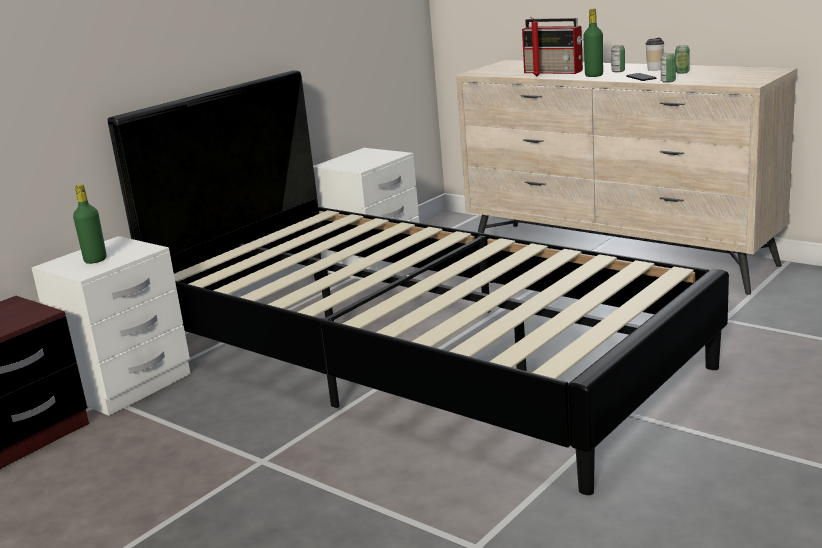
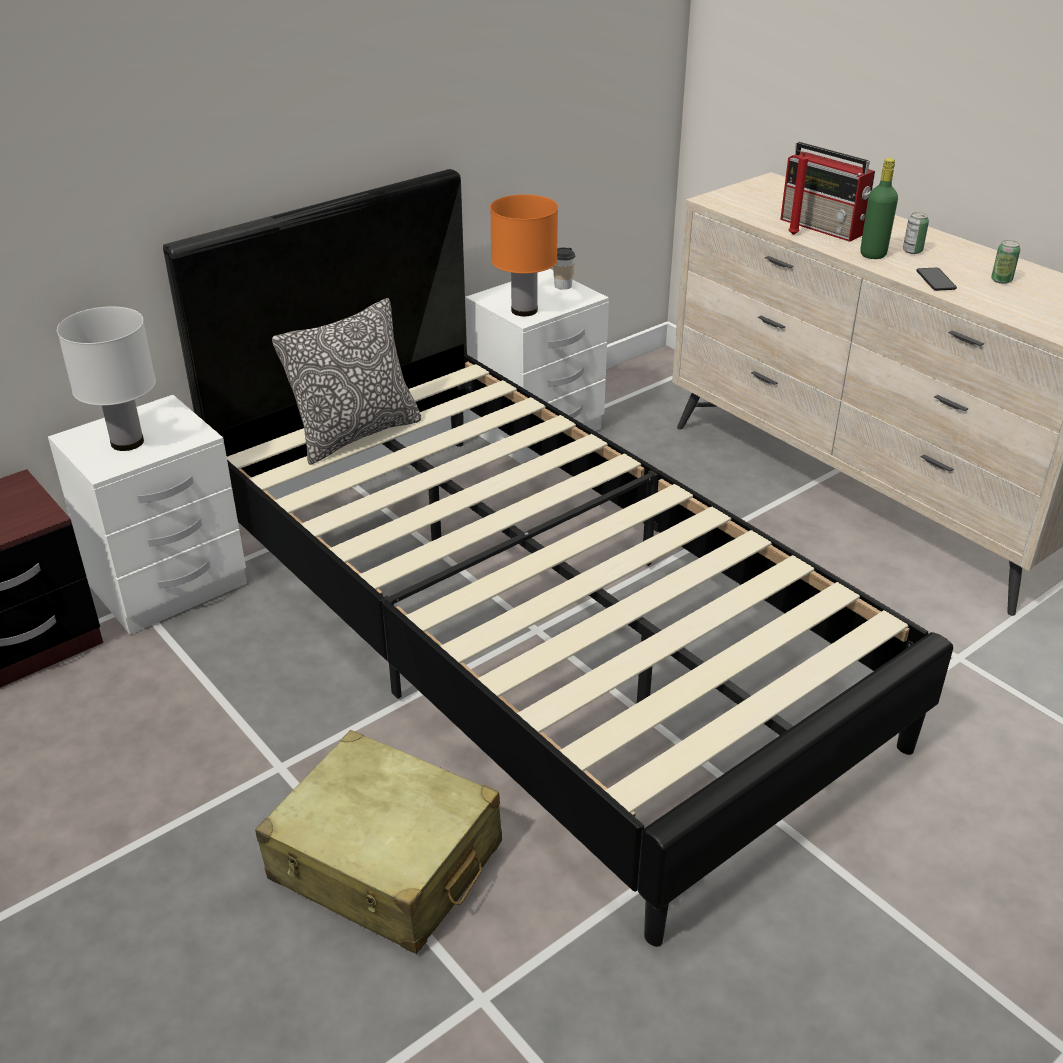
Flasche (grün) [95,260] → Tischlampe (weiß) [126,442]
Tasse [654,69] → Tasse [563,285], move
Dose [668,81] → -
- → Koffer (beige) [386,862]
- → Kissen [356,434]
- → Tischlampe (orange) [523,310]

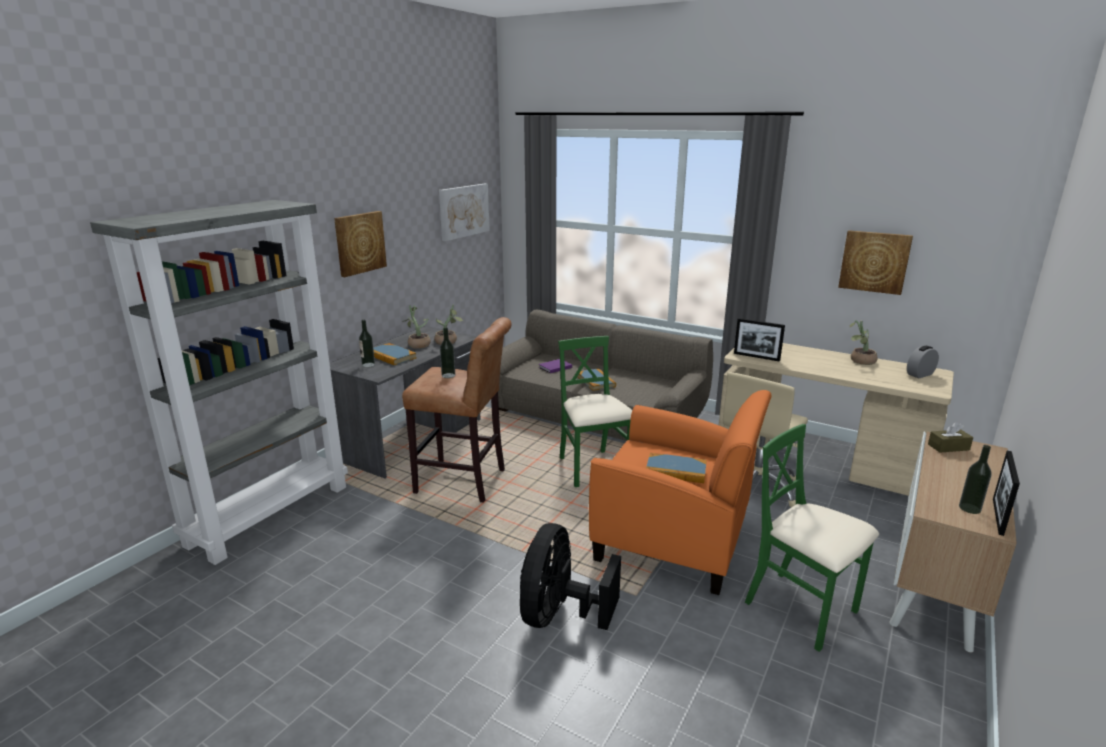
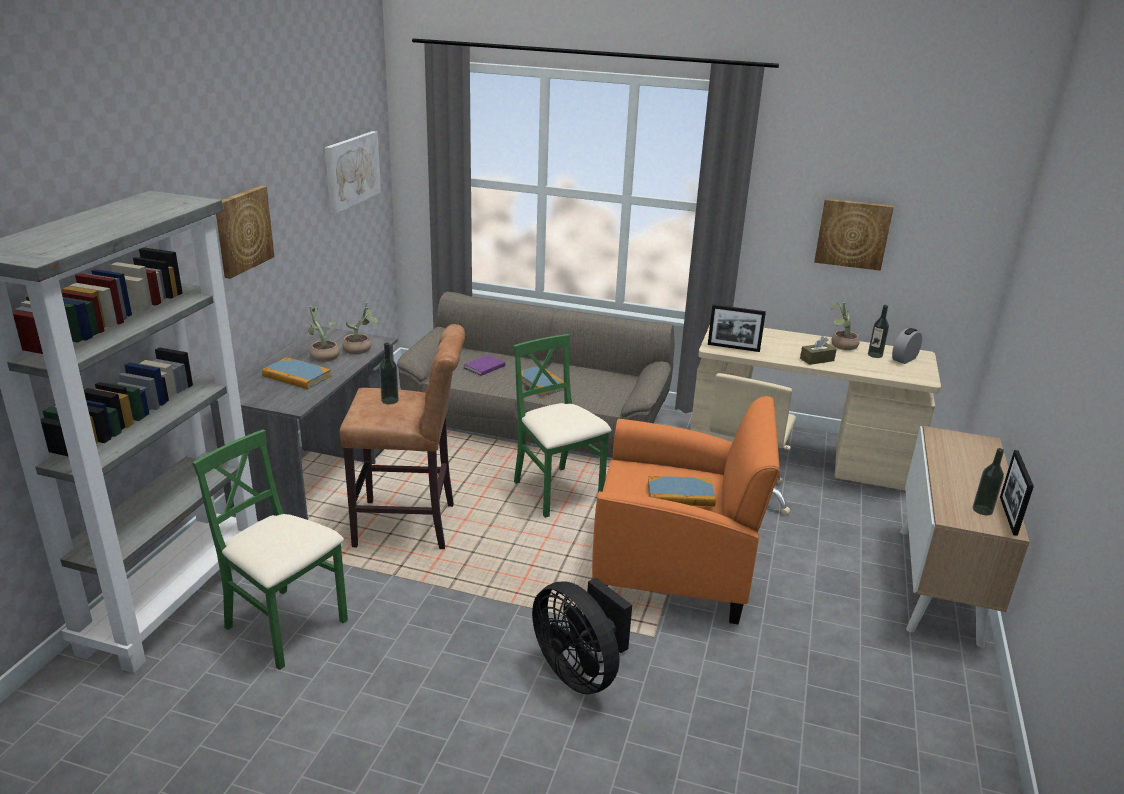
Flasche [368,365] → Flasche [875,355], move
Ventilator (schwarz) [559,615] → Ventilator (schwarz) [580,671], 45 degrees counterclockwise
Stuhl (grün) [801,608] → Stuhl (grün) [286,626], move
Taschentuchbox (braun) [948,447] → Taschentuchbox (braun) [817,359], move

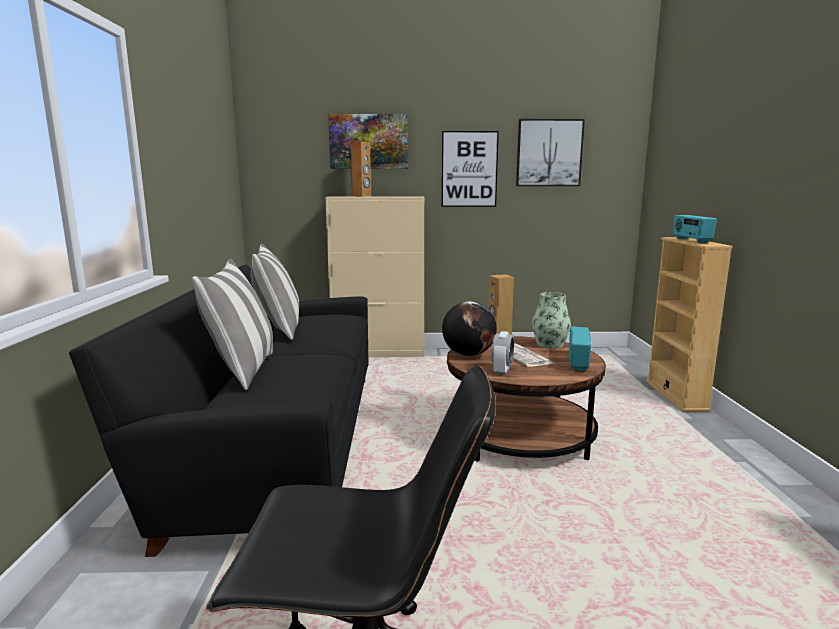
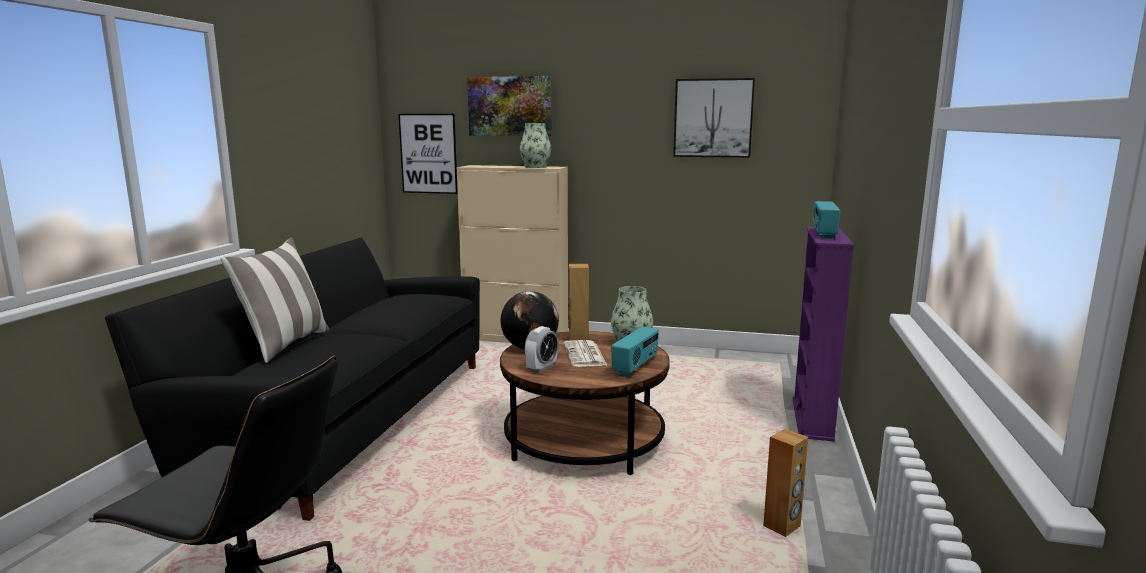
Kissen [278,329] → -
Lautsprecher (braun) [361,196] → Lautsprecher (braun) [782,528], move
Bild [469,169] → Bild [428,153], move
Bücherregal (beige) [676,395] → Bücherregal (lila) [812,419]
- → Vase [535,167]

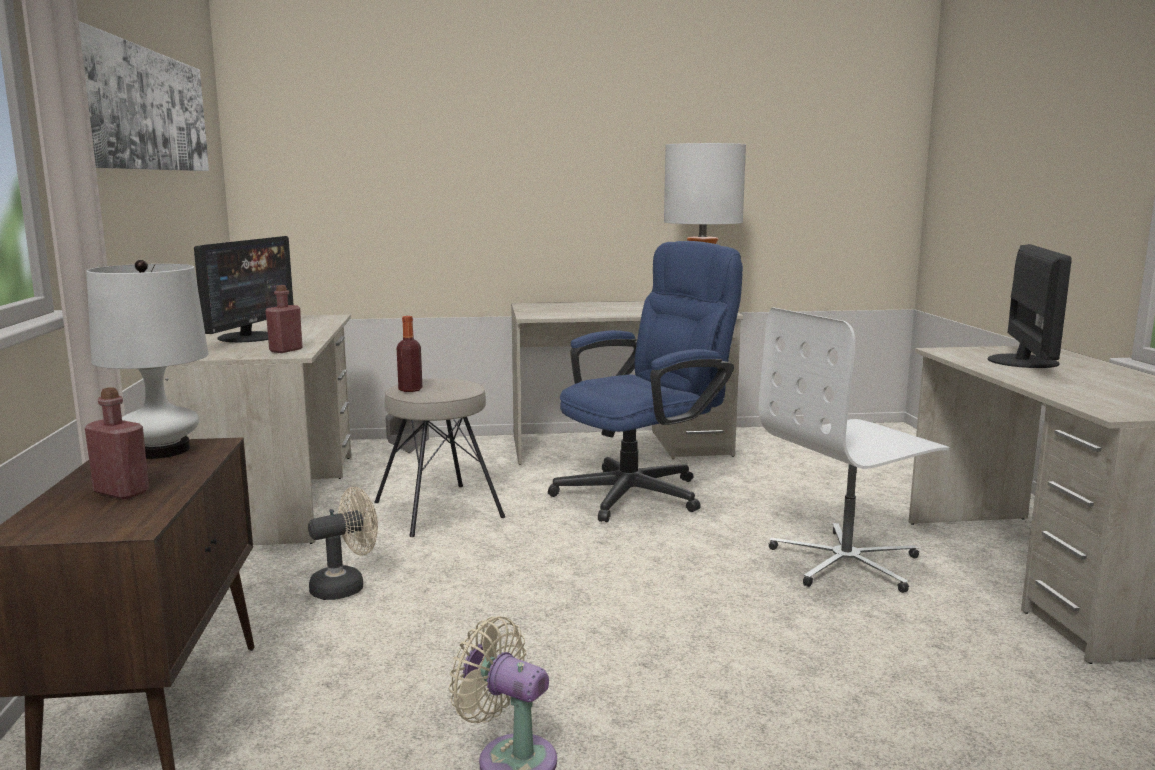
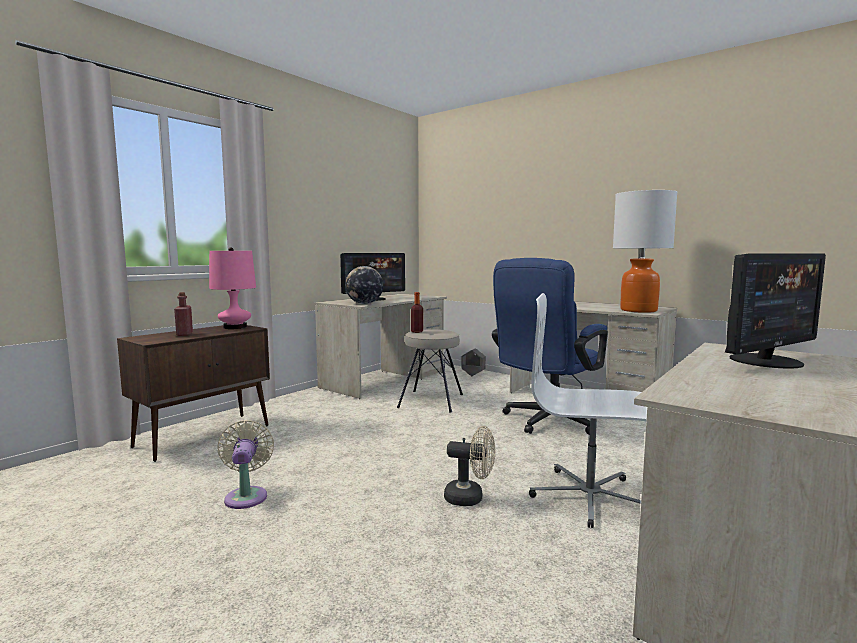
Bild [144,109] → -
Tischlampe (weiß) [161,450] → Tischlampe (rosa) [235,327]
Flasche (rot) [286,350] → Globus [364,303]
Ventilator (beige) [346,586] → Ventilator (beige) [470,498], move
Bürostuhl (blau) [643,492] → Bürostuhl (blau) [547,422], 120 degrees clockwise

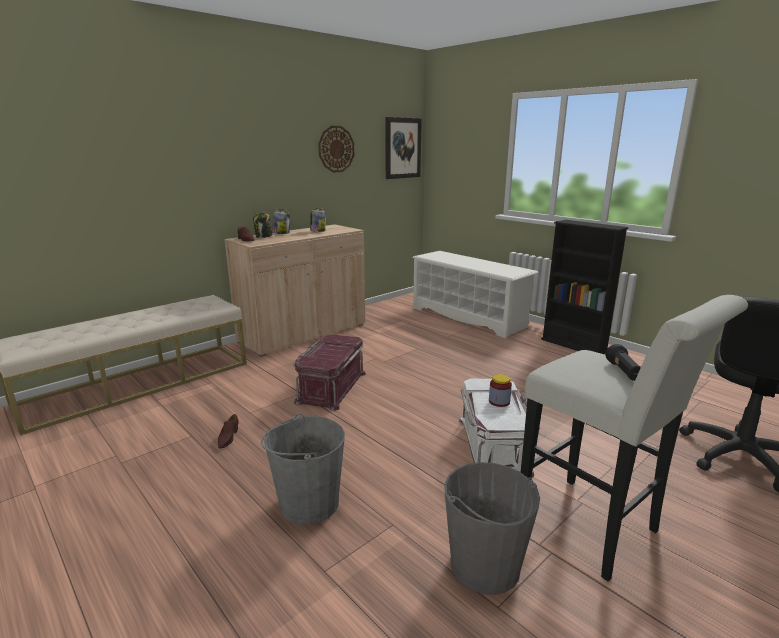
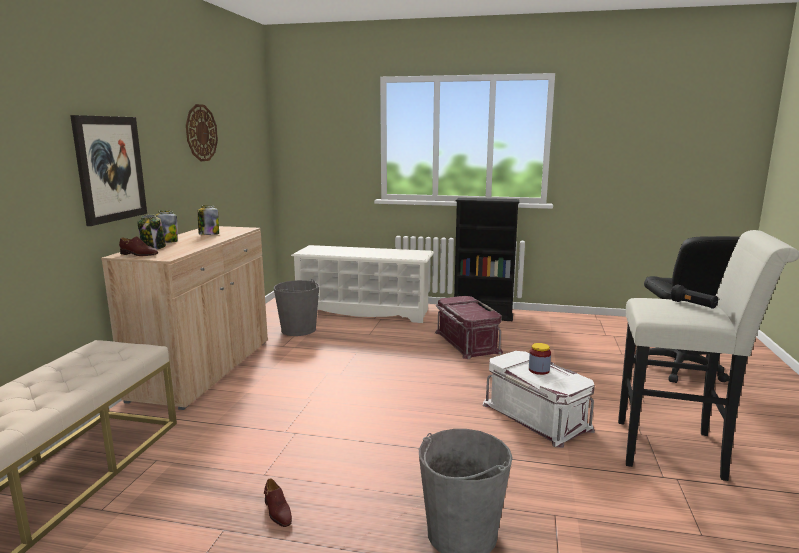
Aufbewahrungsbox (rot) [331,387] → Aufbewahrungsbox (rot) [466,342], move
Bild [402,148] → Bild [110,169], move
Eimer (grau) [485,565] → Eimer (grau) [298,330], move

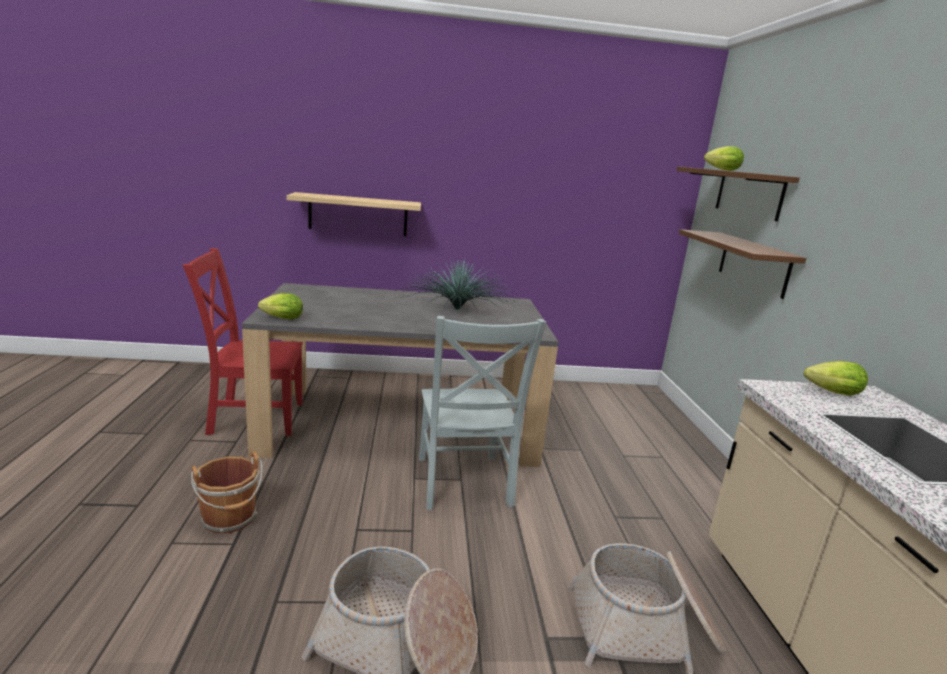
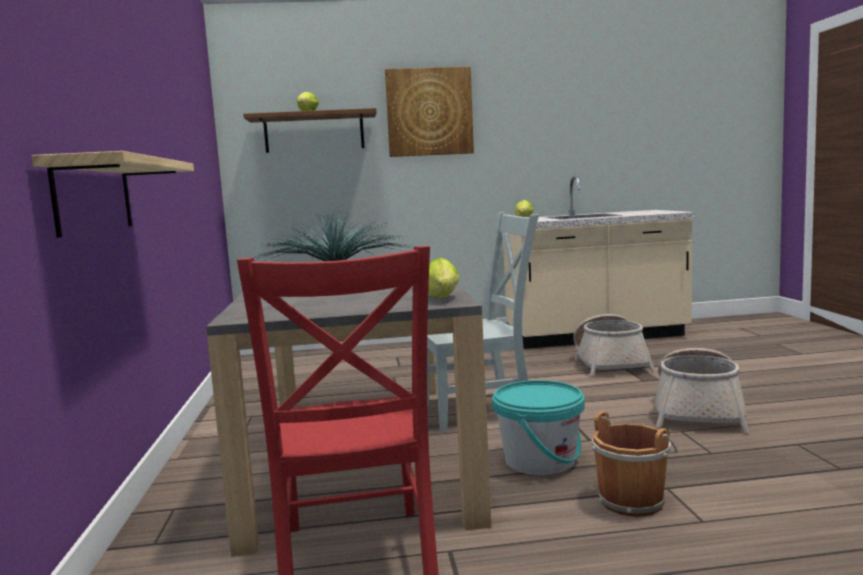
Wandregal (braun) [753,264] → -
- → Bild [429,112]
- → Eimer (türkis) [540,460]

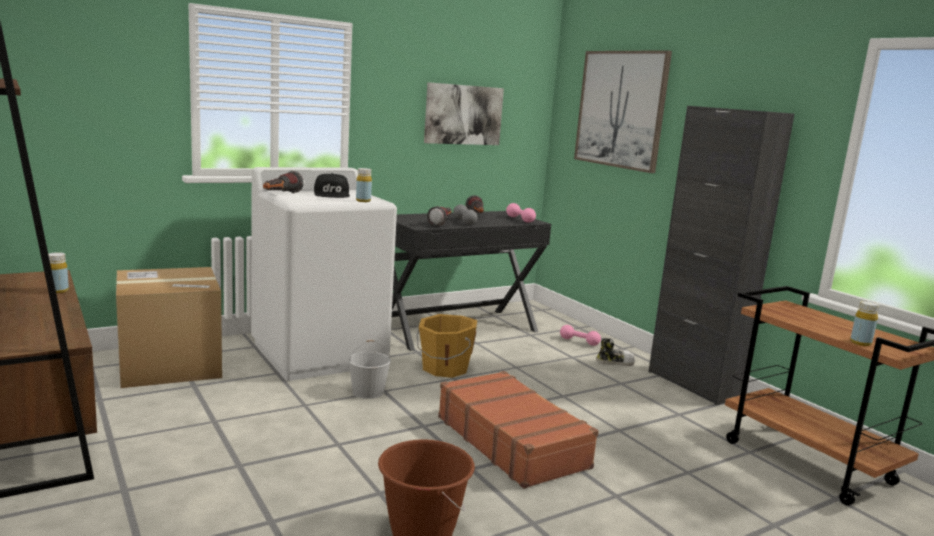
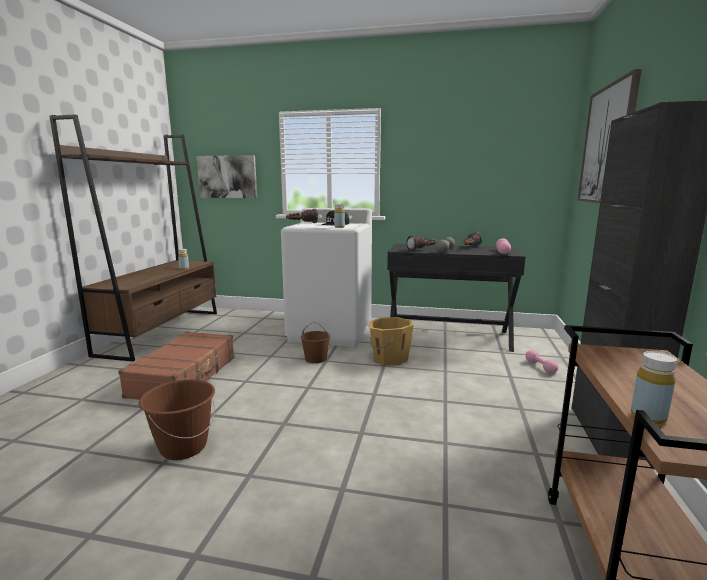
Karton [170,365] → -
Eimer (weiß) [368,391] → Eimer (braun) [316,358]
Bild [463,114] → Bild [227,177], move
Koffer (braun) [512,441] → Koffer (braun) [185,376], move
Schuh [615,362] → -

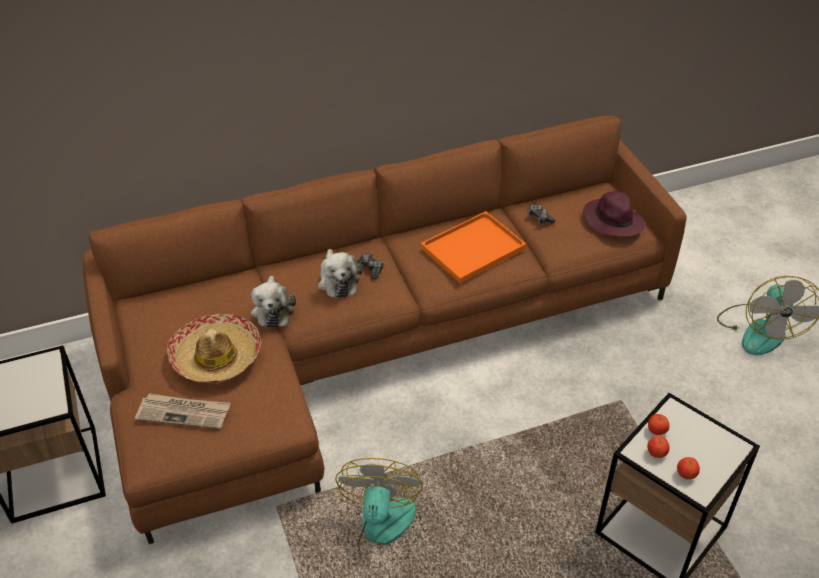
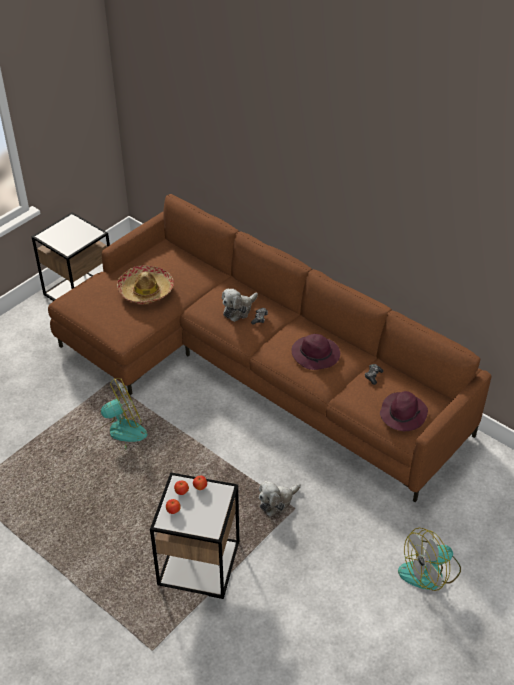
Zeitung [184,413] → -
Plüschtier [273,309] → Plüschtier [277,502], move
Tablett (orange) [474,247] → Hut (lila) [316,355]

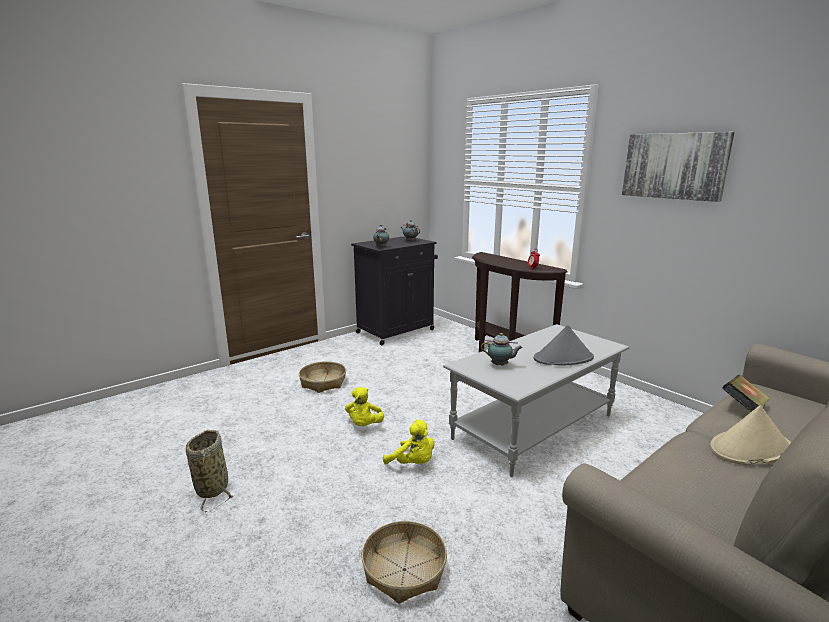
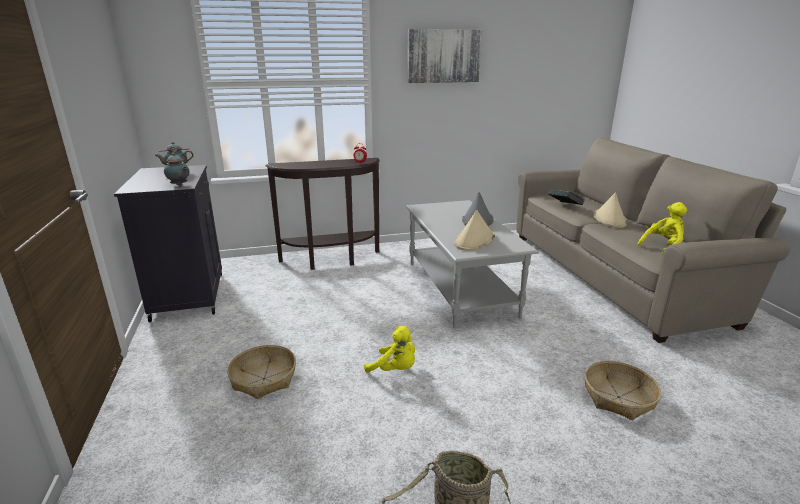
Plüschtier (gelb) [413,463] → Plüschtier (gelb) [663,247], move
Teekanne [500,365] → Hut (beige) [474,240]

